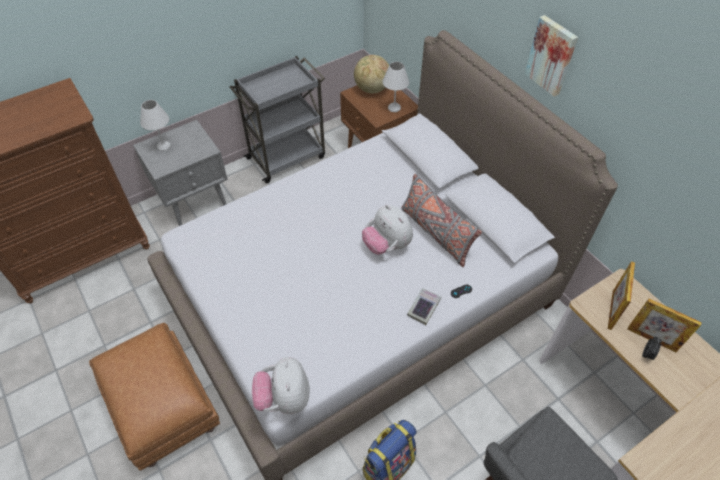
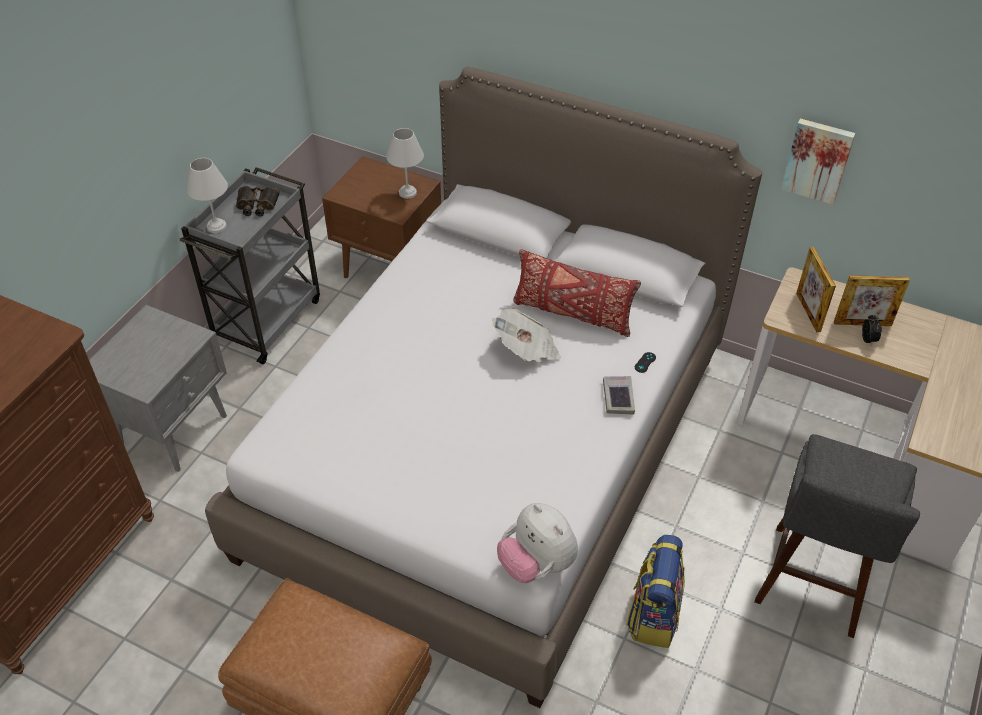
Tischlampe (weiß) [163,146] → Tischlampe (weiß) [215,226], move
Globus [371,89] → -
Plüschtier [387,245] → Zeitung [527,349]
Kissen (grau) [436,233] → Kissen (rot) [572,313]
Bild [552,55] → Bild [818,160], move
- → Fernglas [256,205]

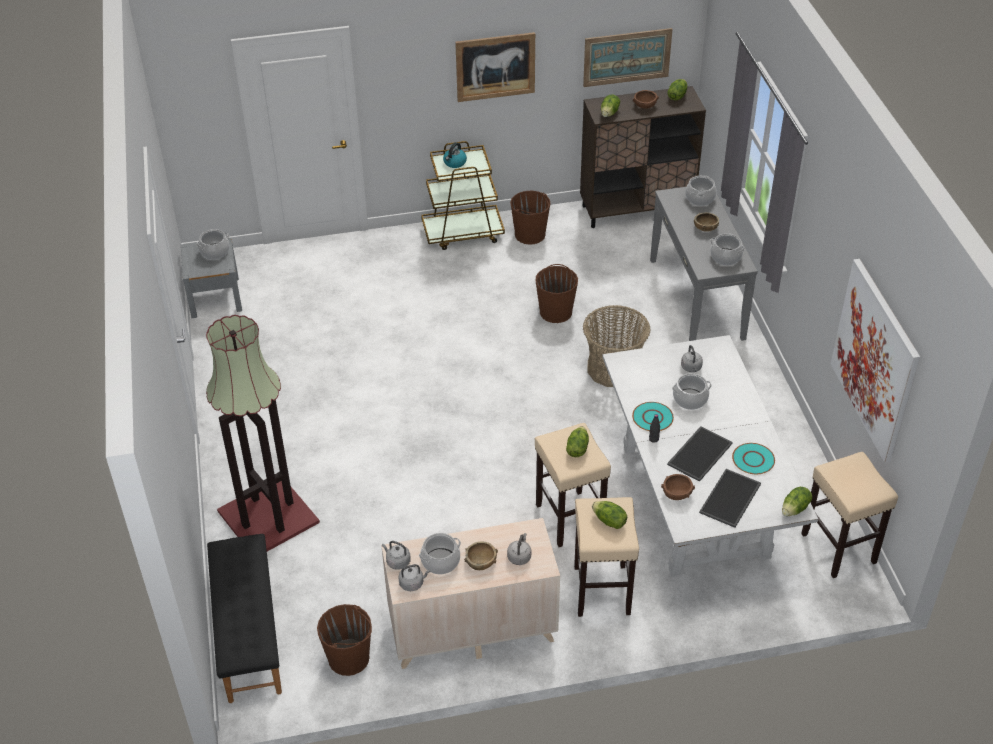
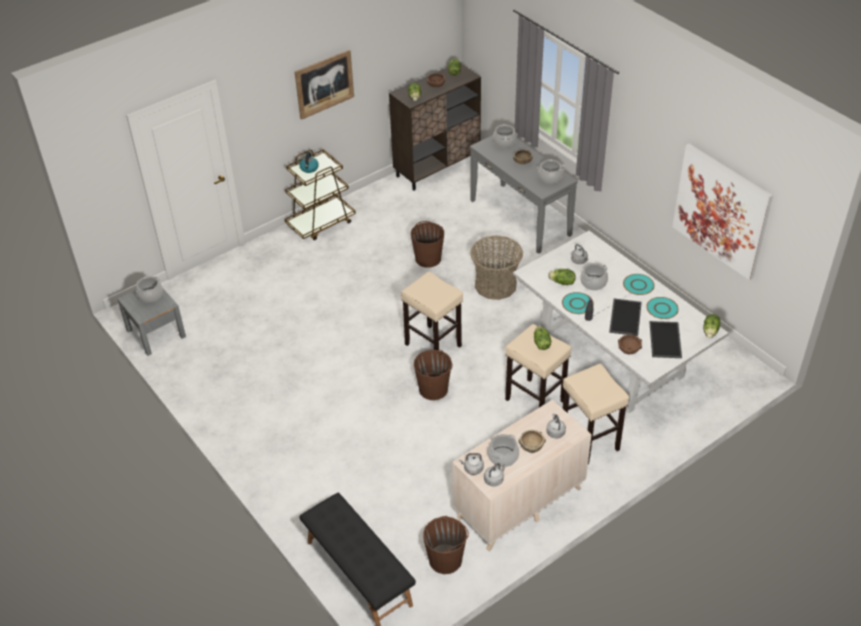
Stehlampe [266,517] → -
Eimer (braun) [530,235] → Eimer (braun) [433,389], move
Bild [627,57] → -
Salatkopf [609,521] → Salatkopf [562,282], move
Hocker (beige) [839,548] → Hocker (beige) [433,345], move
- → Teller (türkis) [638,285]

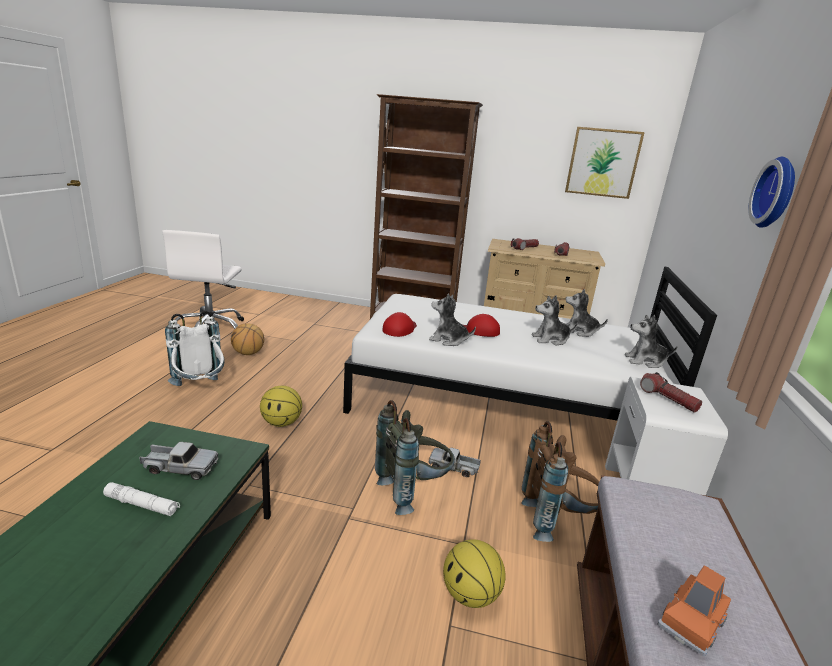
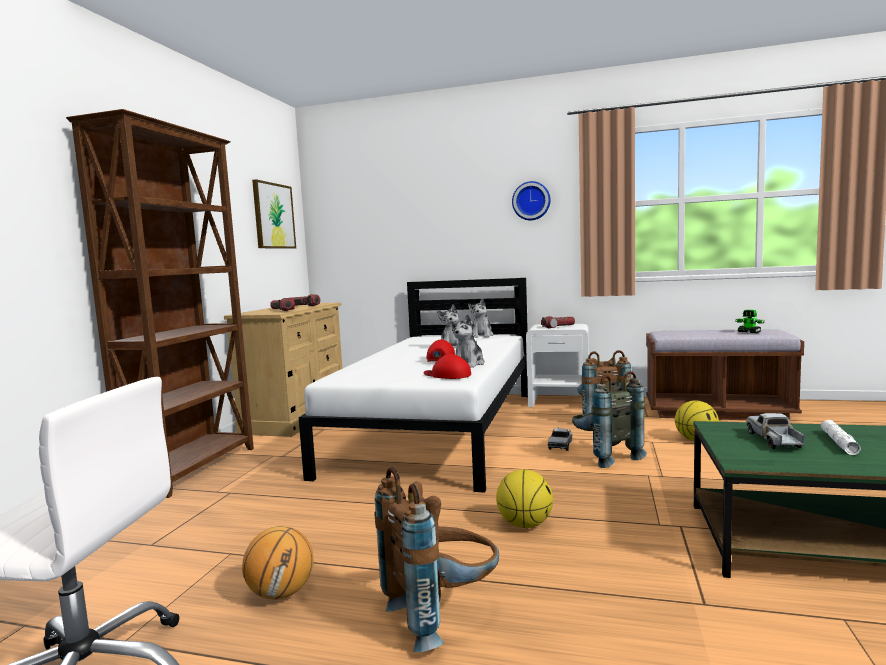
Rucksack (weiß) [200,389] → Rucksack (braun) [443,615]
Plüschtier [579,331] → -
Spielzeugauto (orange) [692,621] → Spielzeugroboter [749,332]

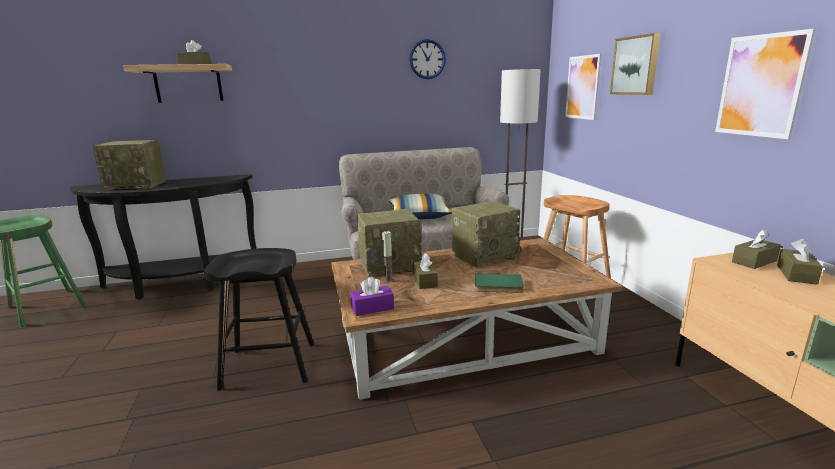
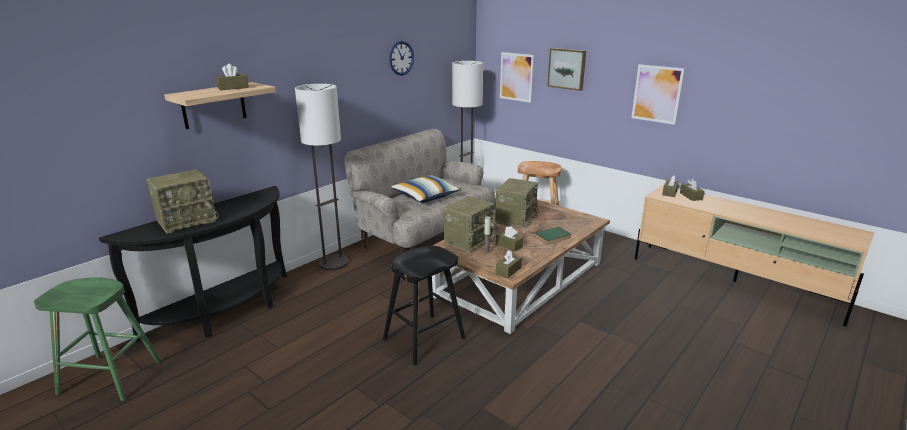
Taschentuchbox (lila) [372,308] → Taschentuchbox (braun) [508,271]
- → Stehlampe [333,263]

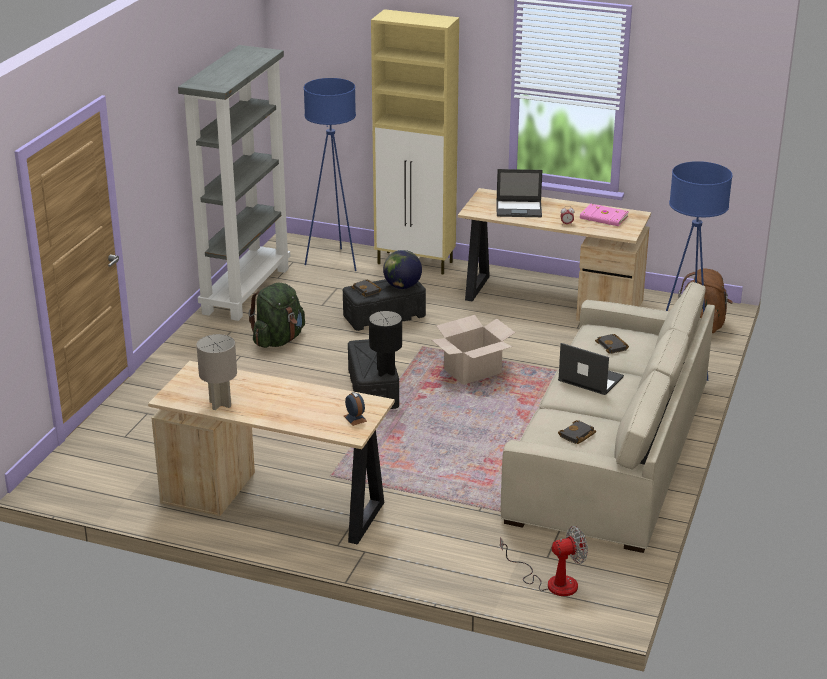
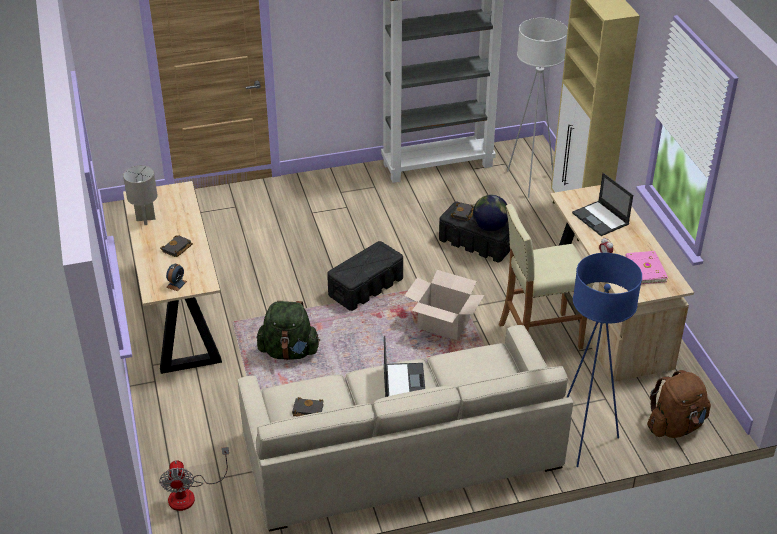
Rucksack (grün) [278,340] → Rucksack (grün) [289,352], move
Stehlampe (blau) [334,262] → Stehlampe (weiß) [529,181]
Tischlampe (schwarz) [386,372] → -
Ventilator [552,582] → Ventilator [189,494], 45 degrees clockwise
Buch (schwarz) [613,346] → Buch (schwarz) [177,249], move
- → Hocker (beige) [539,336]

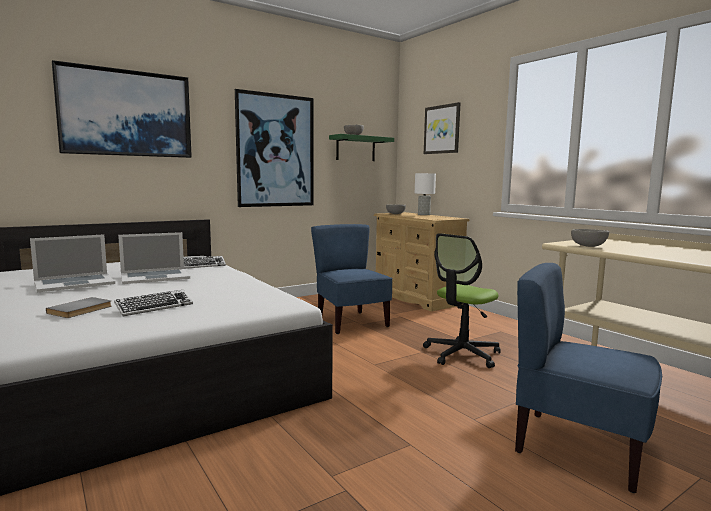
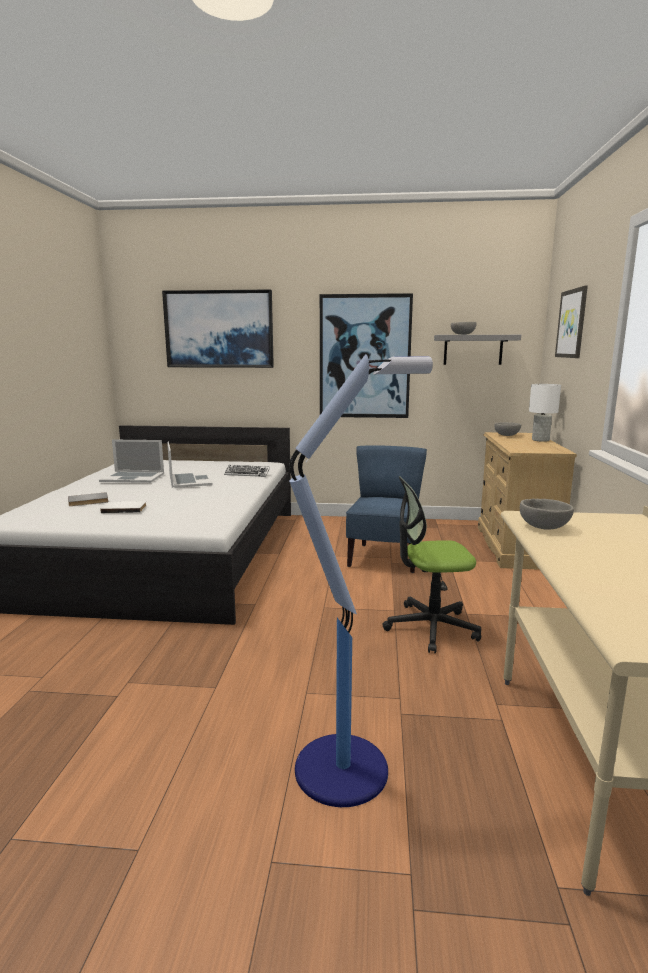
Tastatur [154,307] → Buch (weiß) [124,508]
Laptop [155,277] → Laptop [189,480], 120 degrees counterclockwise
Wandregal (grün) [355,148] → Wandregal (grau) [473,350]
Stuhl (blau) [578,447] → Stehlampe [345,767]

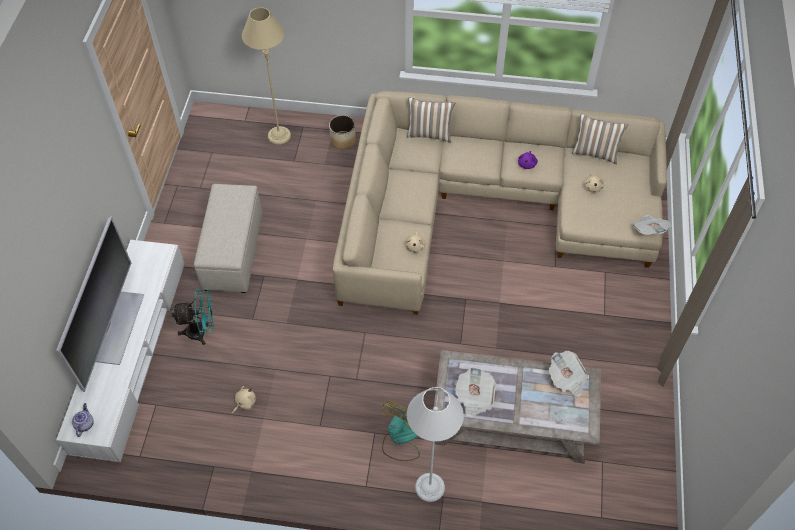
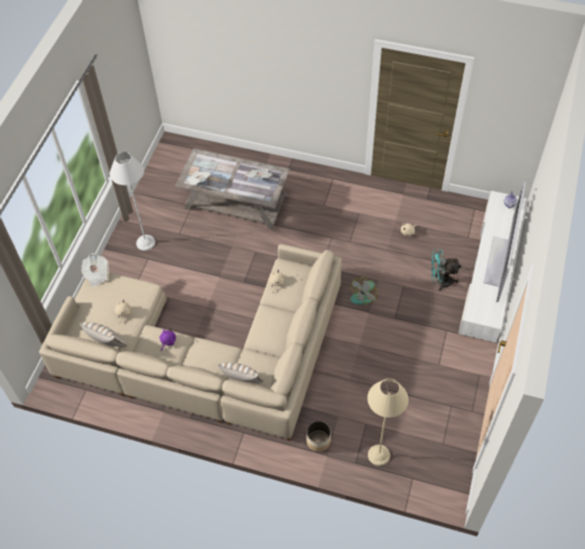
Polsterhocker (beige) [233,251] → -
Ventilator [400,438] → Ventilator [364,295], move
Stehlampe (grau) [430,487] → Stehlampe (grau) [145,242], move

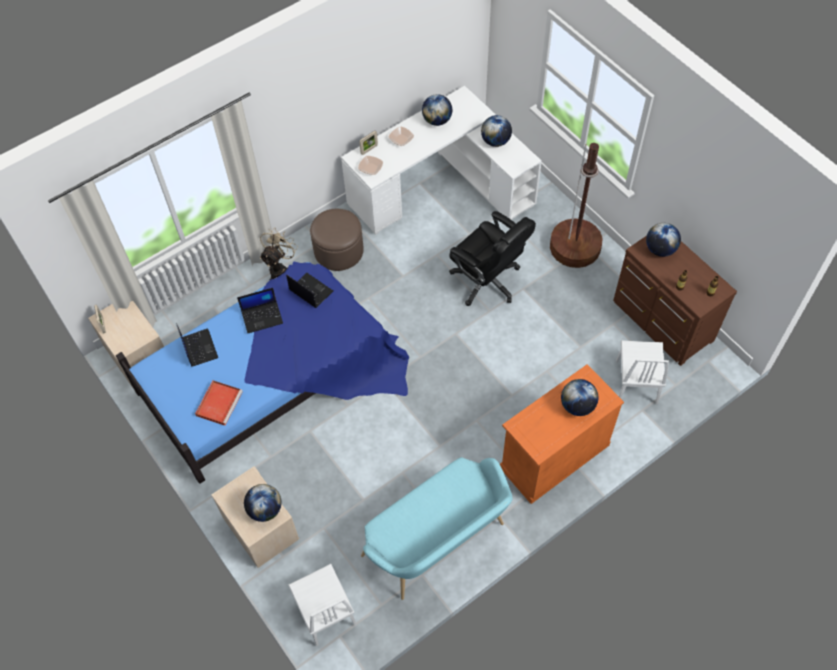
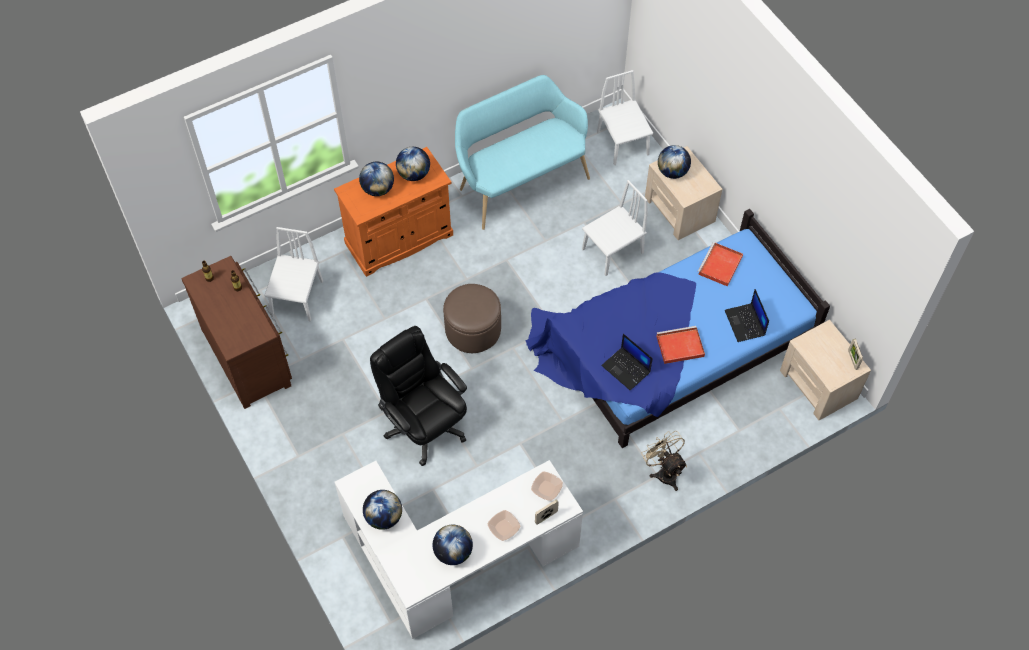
Laptop [262,317] → Tablett (rot) [679,346]
Ventilator (beige) [279,267] → Ventilator (beige) [664,471], 120 degrees clockwise
Polsterhocker (braun) [338,251] → Polsterhocker (braun) [473,329], move
Stehlampe (braun) [575,247] → -
Globus [660,249] → Globus [414,174], move
- → Stuhl (weiß) [612,251]

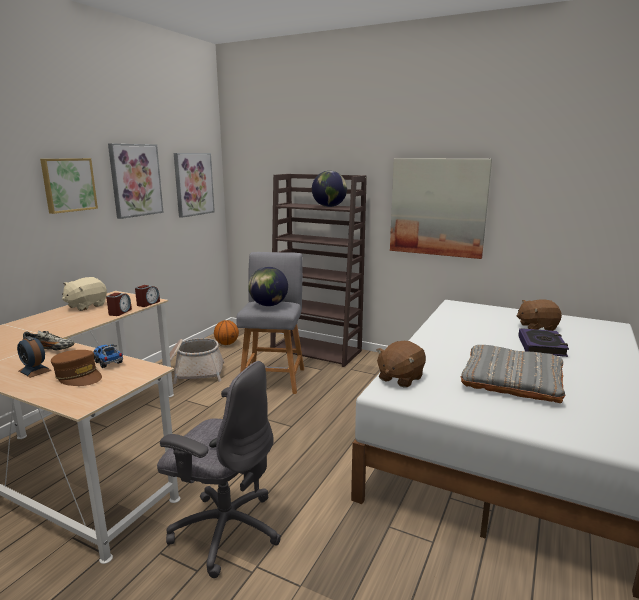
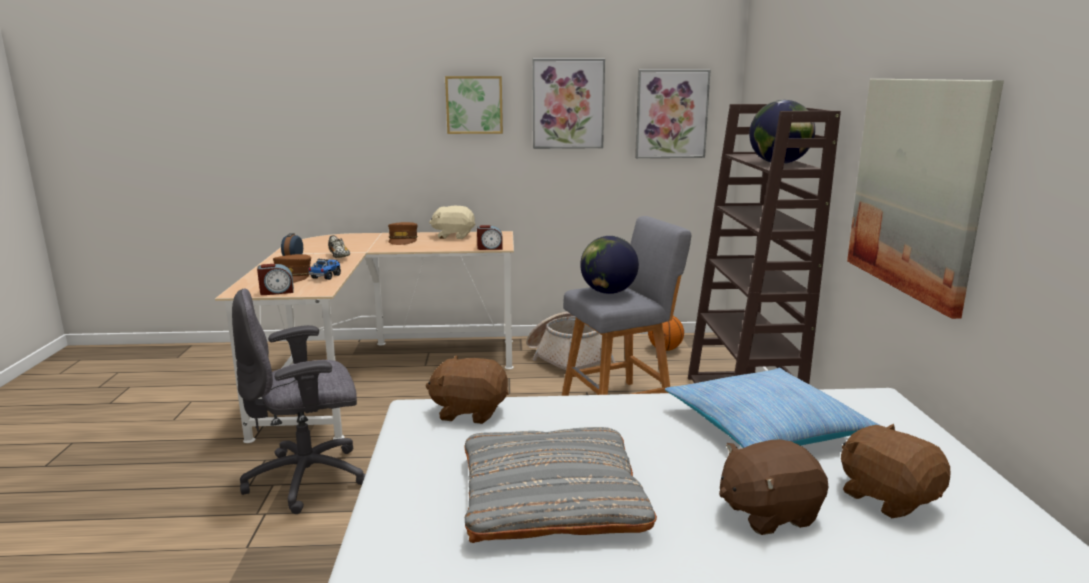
Wecker [120,312] → Wecker [277,292], move
Bürostuhl (grau) [225,529] → Bürostuhl (grau) [309,478], 75 degrees clockwise
Buch [541,346] → Plüschtier (braun) [767,512]
- → Kappe (braun) [403,240]
- → Kissen [765,428]

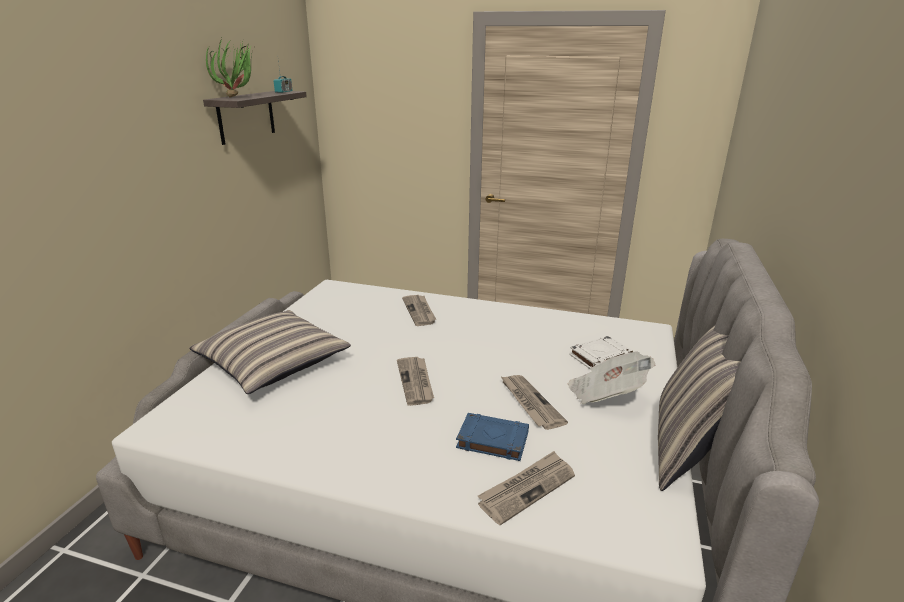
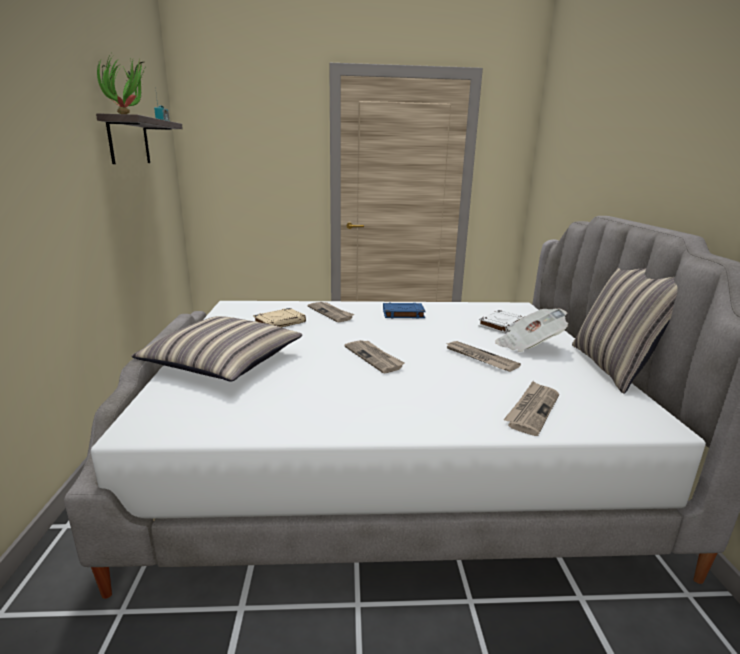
Buch (blau) [491,440] → Buch (blau) [402,314], move
- → Buch (beige) [280,322]

